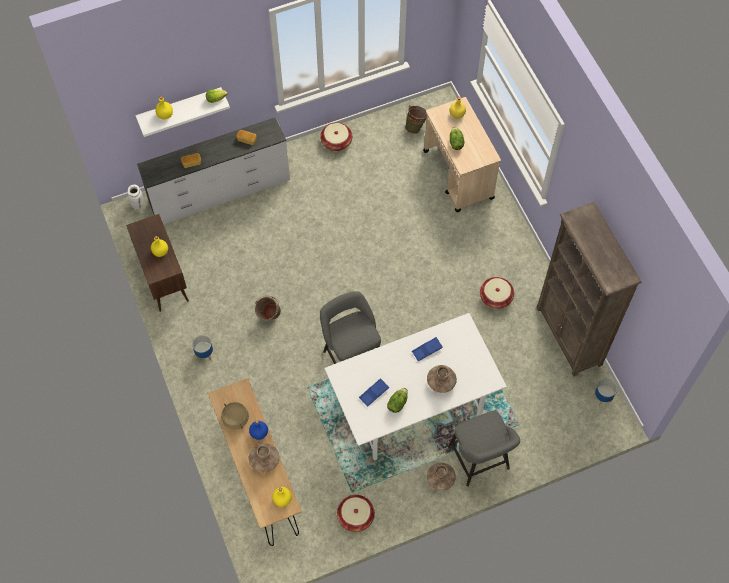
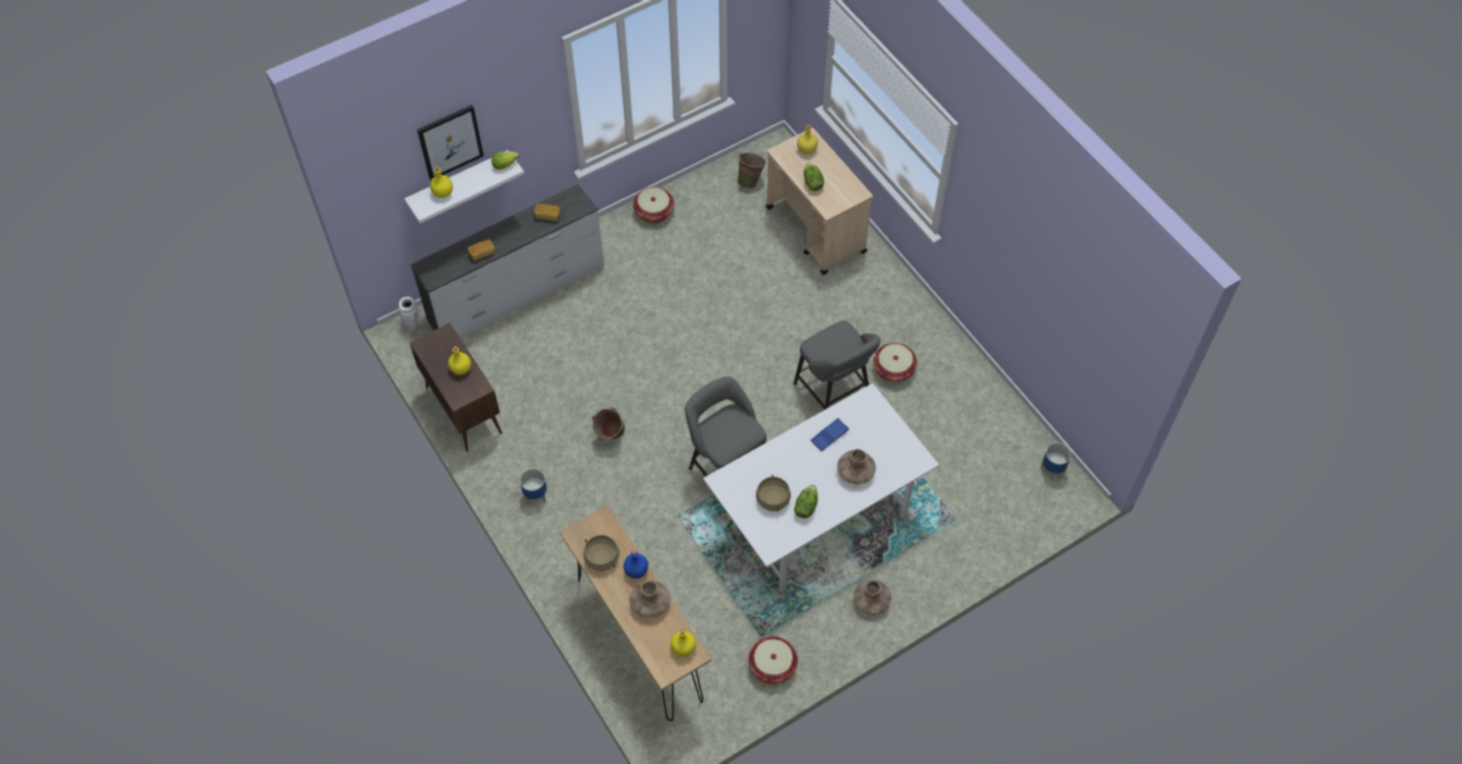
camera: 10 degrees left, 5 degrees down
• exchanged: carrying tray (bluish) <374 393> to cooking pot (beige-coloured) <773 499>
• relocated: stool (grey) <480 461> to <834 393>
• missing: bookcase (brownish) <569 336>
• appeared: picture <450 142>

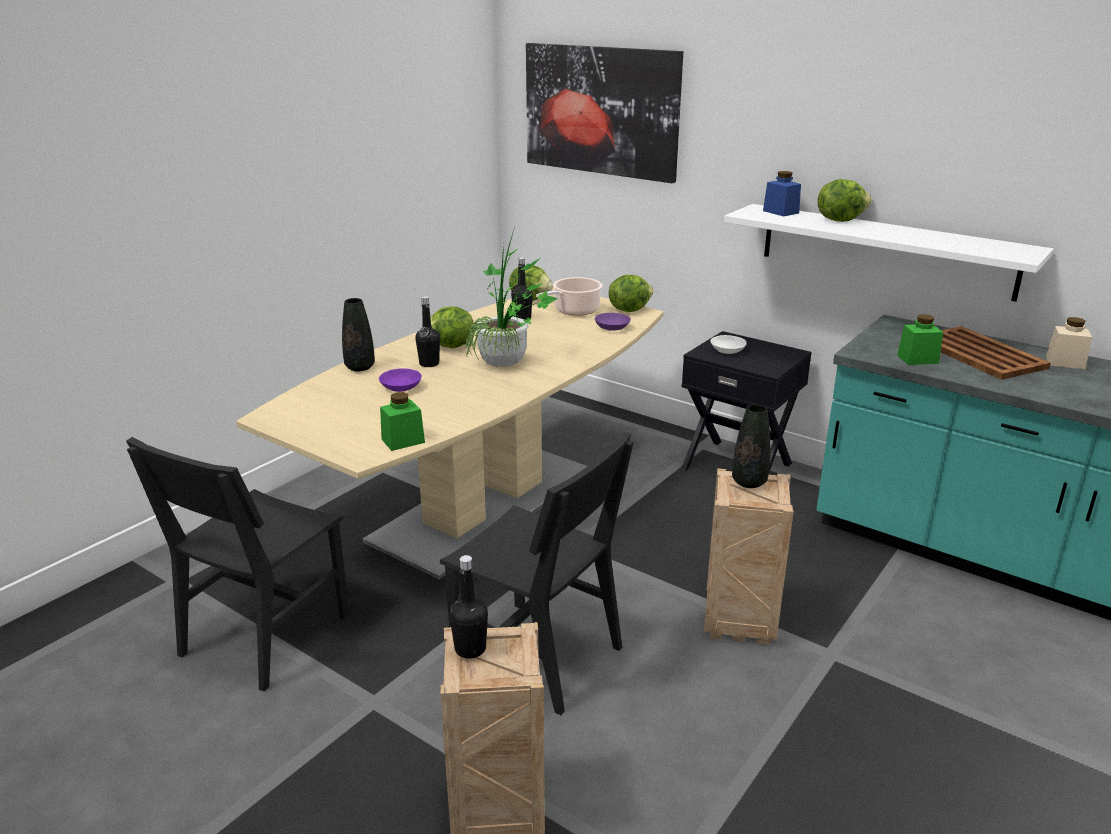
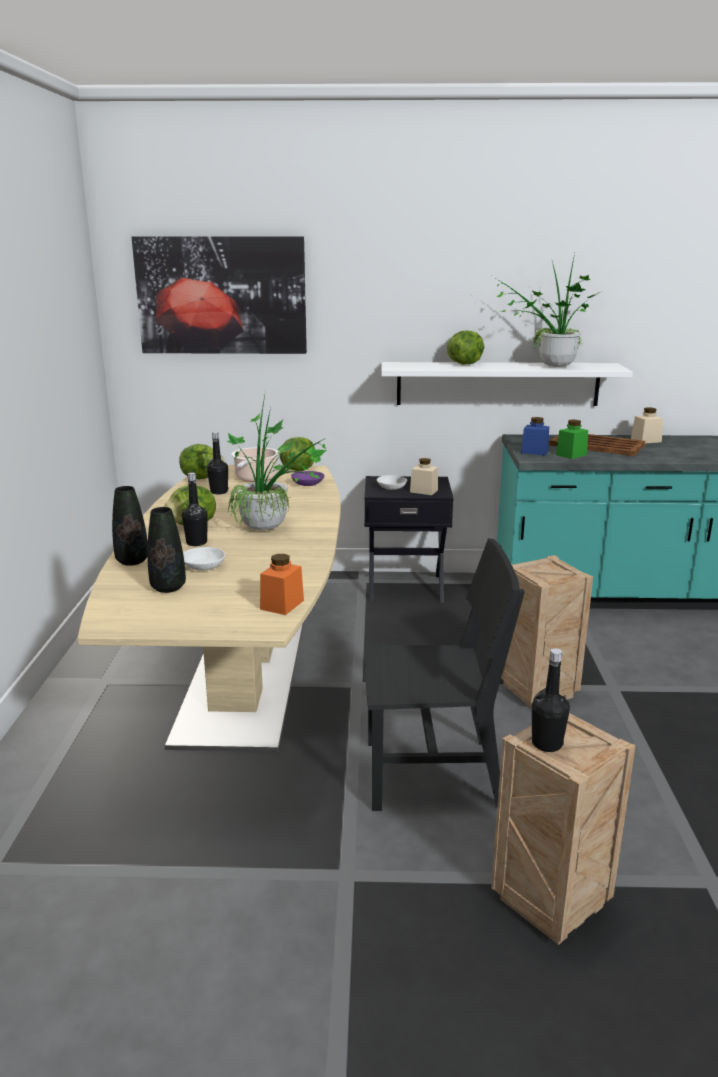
camera: 35 degrees left, 5 degrees down
• missing: upright chair (black-coloured) <265 634>
• colour: bowl (purple) <400 387> to bowl (white-coloured) <202 567>
• colour: storage jar (greenish) <403 441> to storage jar (orange-coloured) <282 605>
• relocated: flower vase (black-coloured) <749 482> to <168 588>
• relocated: storage jar (bluish) <780 212> to <534 452>
• appeared: storage jar (beige-coloured) <424 491>
• appeared: plant in a pot <549 366>

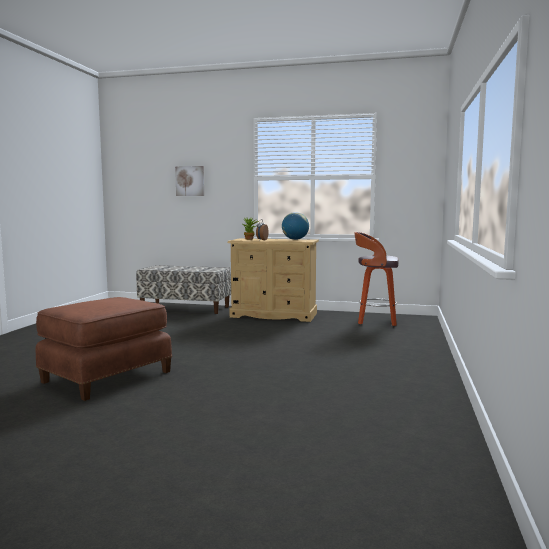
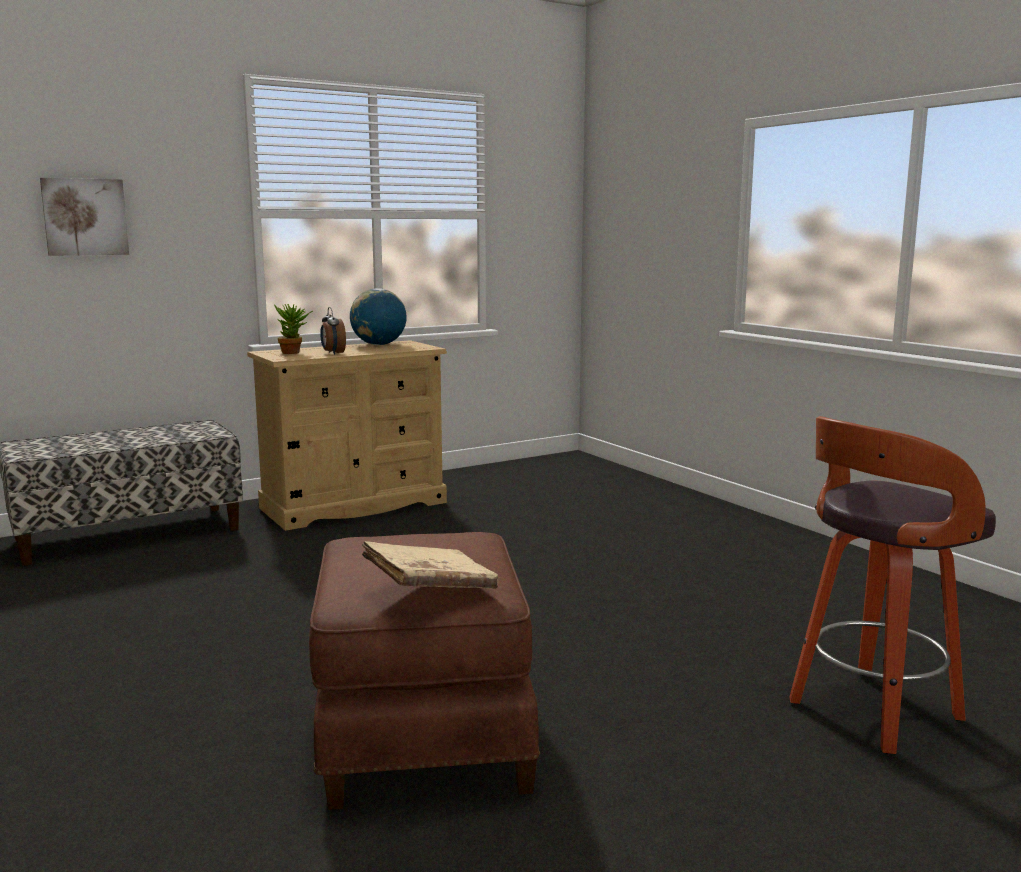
camera: 45 degrees left, 5 degrees up
• relocated: stool <375 321> to <872 712>
• appeared: bound book (beige-coloured) <430 587>

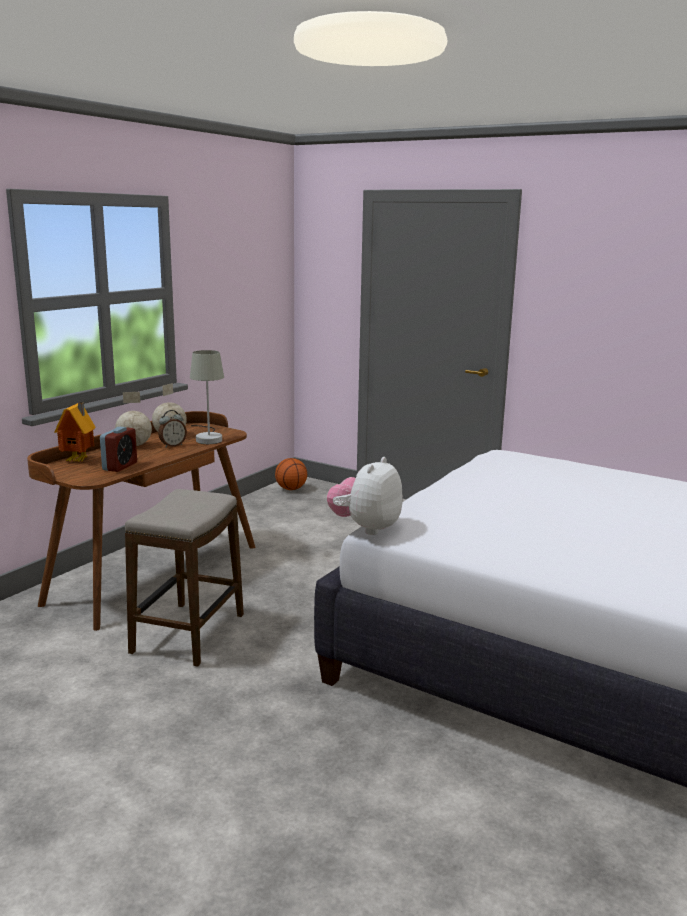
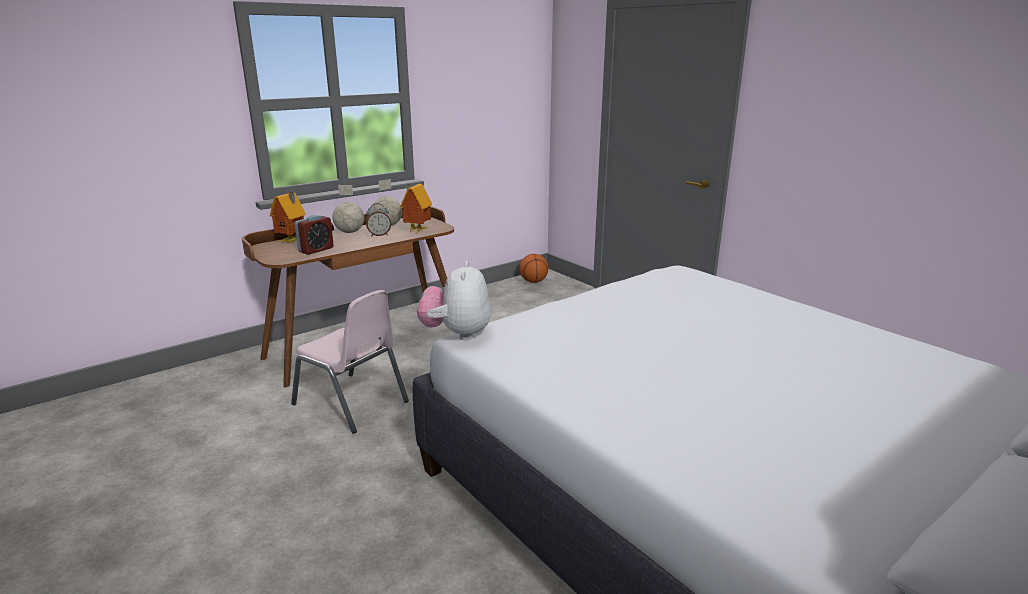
camera: 20 degrees right, 5 degrees up
• exchanged: stool <189 634> to upright chair (pinkish) <351 403>
• exchanged: lamp for a table (grey) <208 438> to miniature house <416 231>
• spun: soft toy <366 528> = <456 334> 45 degrees counterclockwise

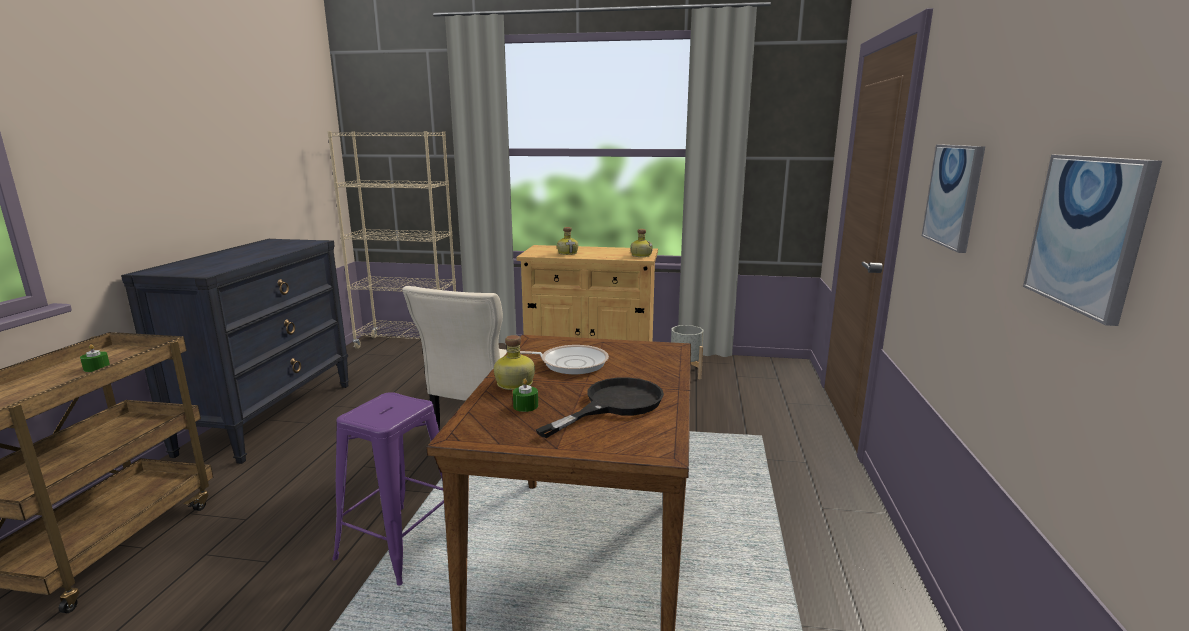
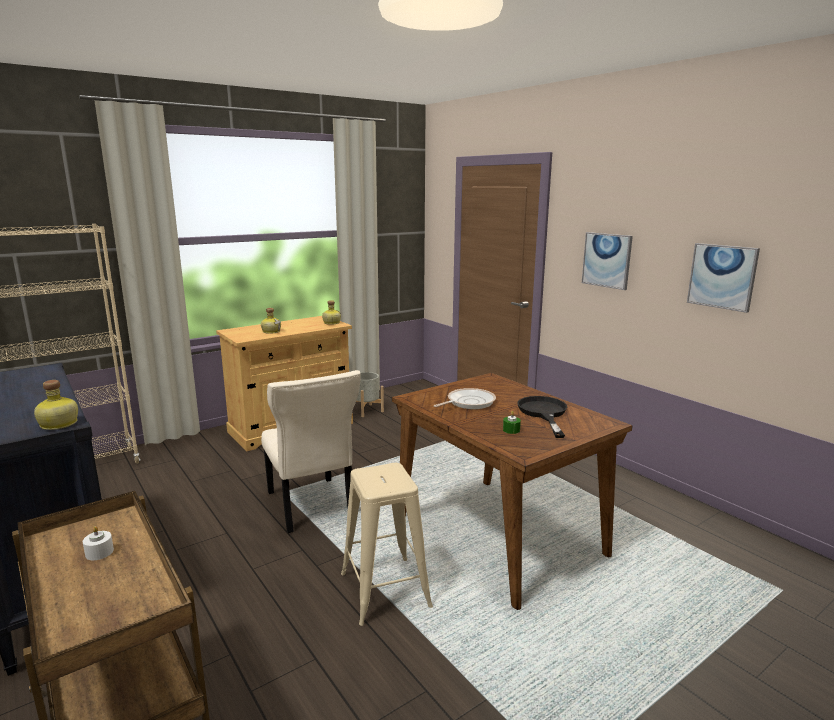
camera: 45 degrees left, 0 degrees up
• colour: candle (greenish) <97 368> to candle (white-coloured) <99 552>
• colour: stool (purple) <400 543> to stool (beige-coloured) <385 590>
• relocated: beverage bottle <513 384> to <58 424>

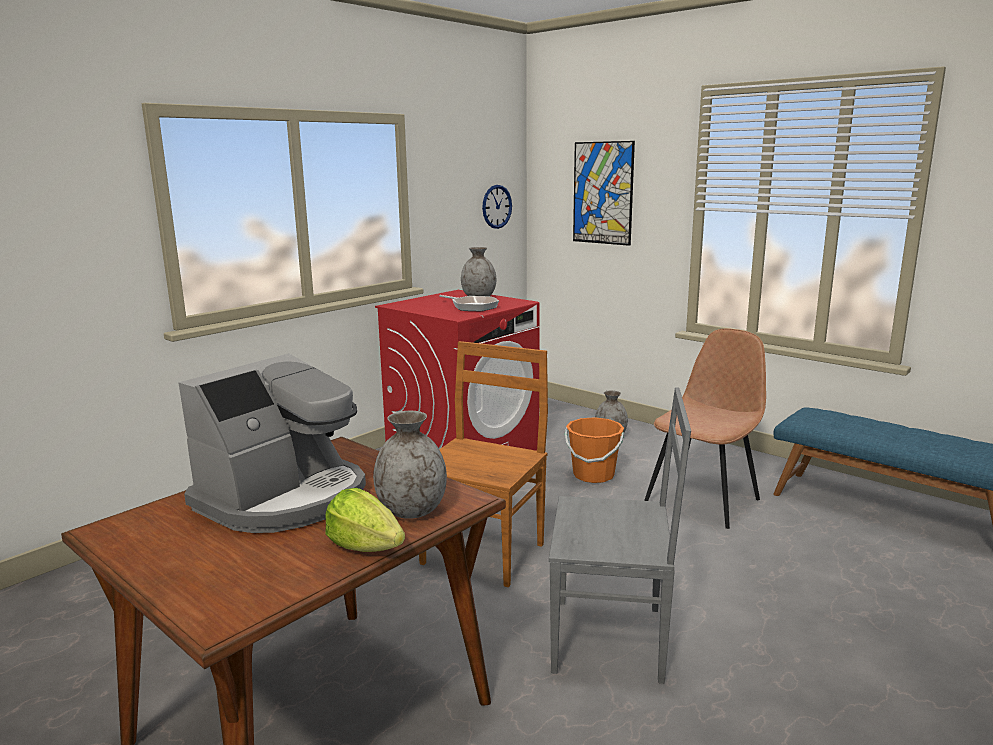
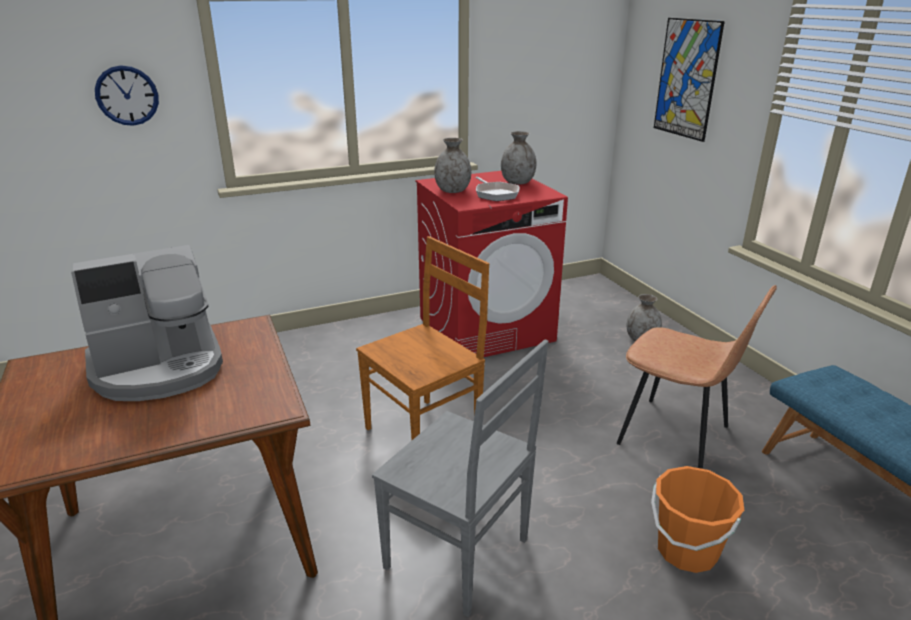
camera: 25 degrees right, 10 degrees up
• missing: head of lettuce <365 546>
• relocated: flower vase (grey) <411 511> to <452 191>
• relocated: clock on the wall <496 206> to <127 95>
• relocated: pail (orange-coloured) <593 475> to <686 551>
• spun: upright chair (brownish) <703 500> = <676 436> 60 degrees clockwise

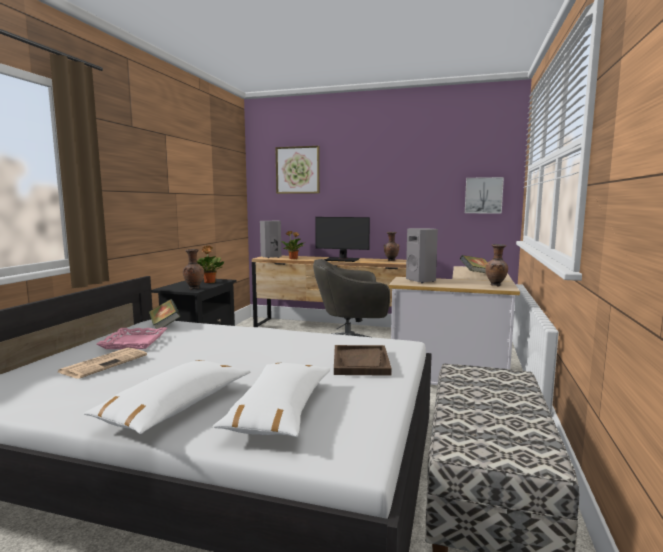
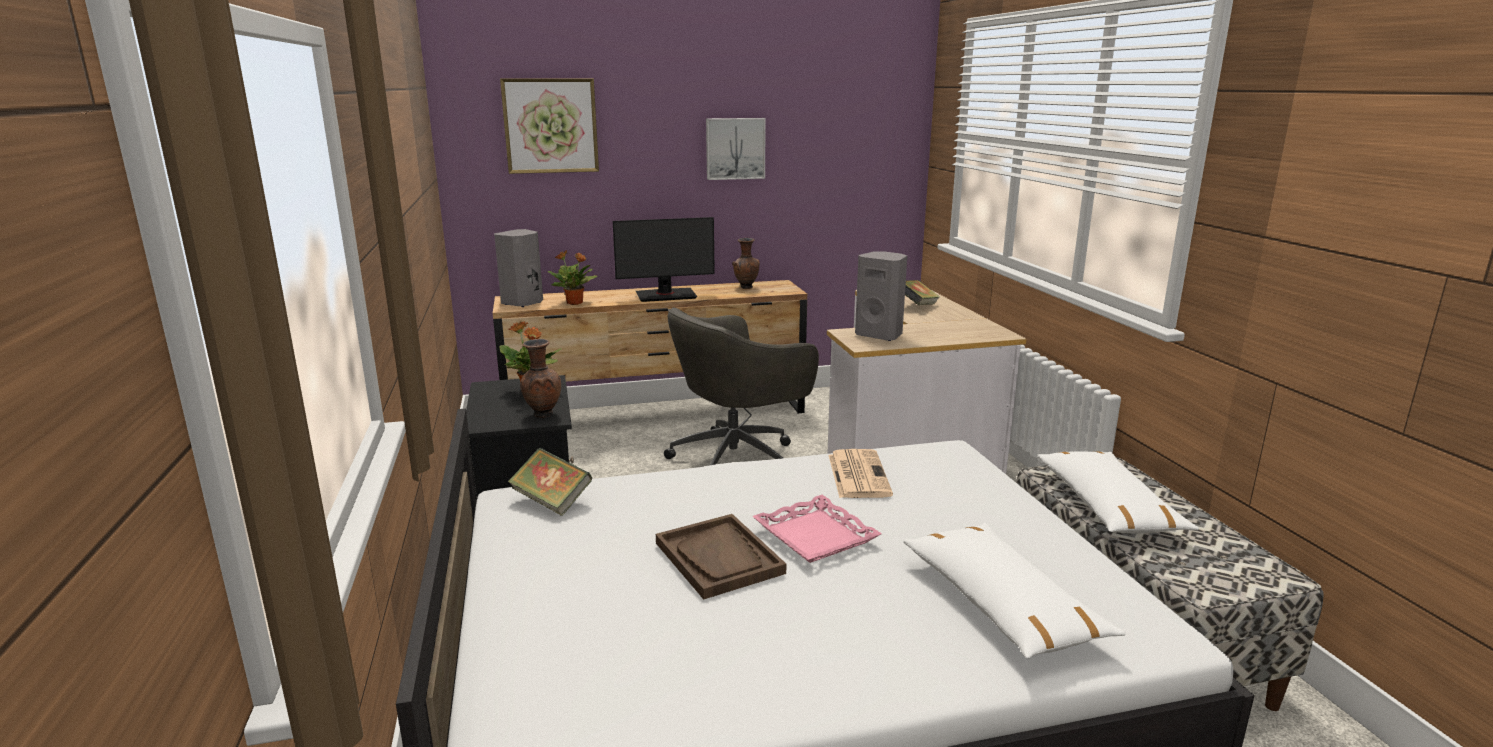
camera: 30 degrees left, 10 degrees up
• relocated: newspaper <104 363> to <857 474>
• relocated: throw pillow (white-coloured) <176 407> to <1107 506>
• relocated: carrying tray (pinkish) <133 342> to <814 536>
• relocated: carrying tray (brownish) <361 362> to <719 558>
• relocated: picture <483 195> to <735 148>
• missing: flower vase (brownish) <496 285>

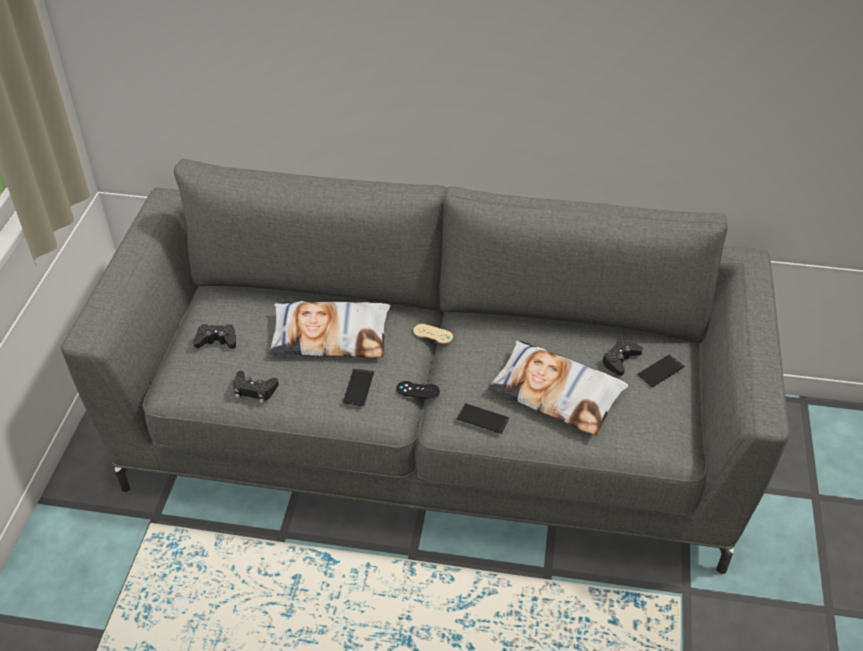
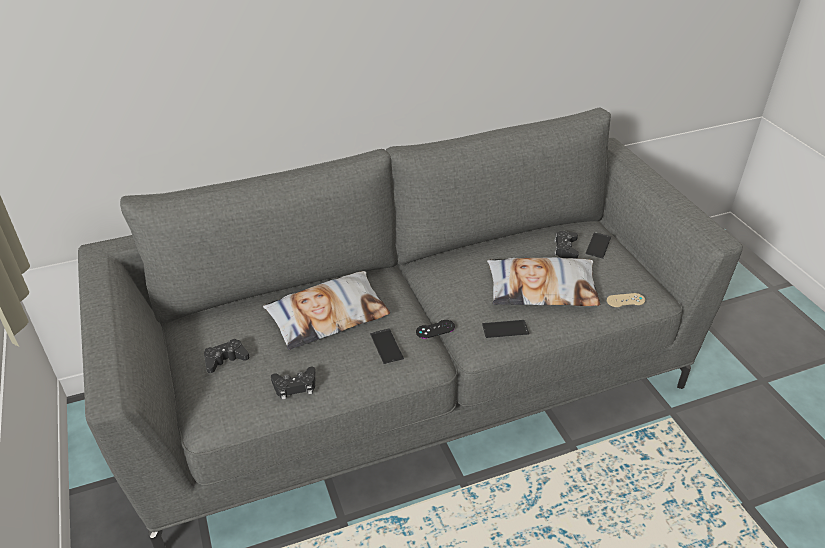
camera: 30 degrees left, 5 degrees down
• relocated: joypad (beige-coloured) <433 334> to <625 300>

